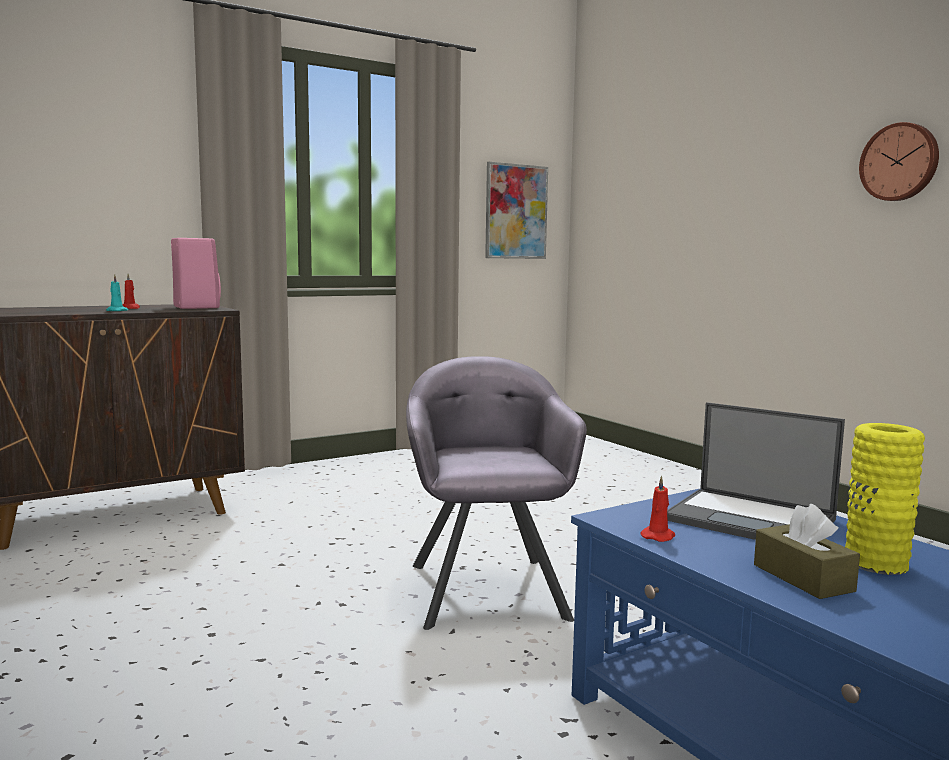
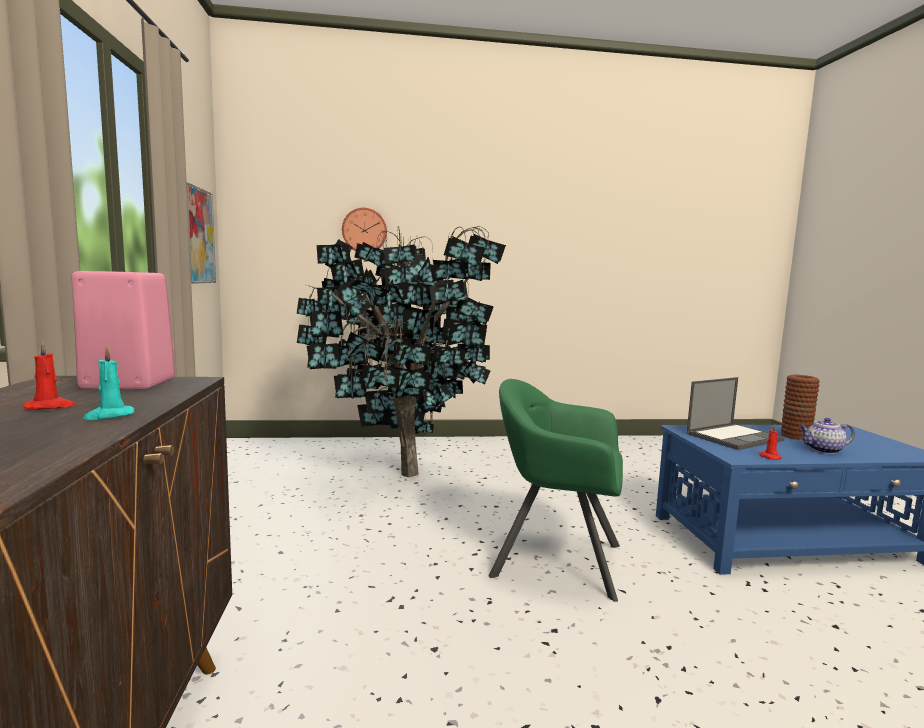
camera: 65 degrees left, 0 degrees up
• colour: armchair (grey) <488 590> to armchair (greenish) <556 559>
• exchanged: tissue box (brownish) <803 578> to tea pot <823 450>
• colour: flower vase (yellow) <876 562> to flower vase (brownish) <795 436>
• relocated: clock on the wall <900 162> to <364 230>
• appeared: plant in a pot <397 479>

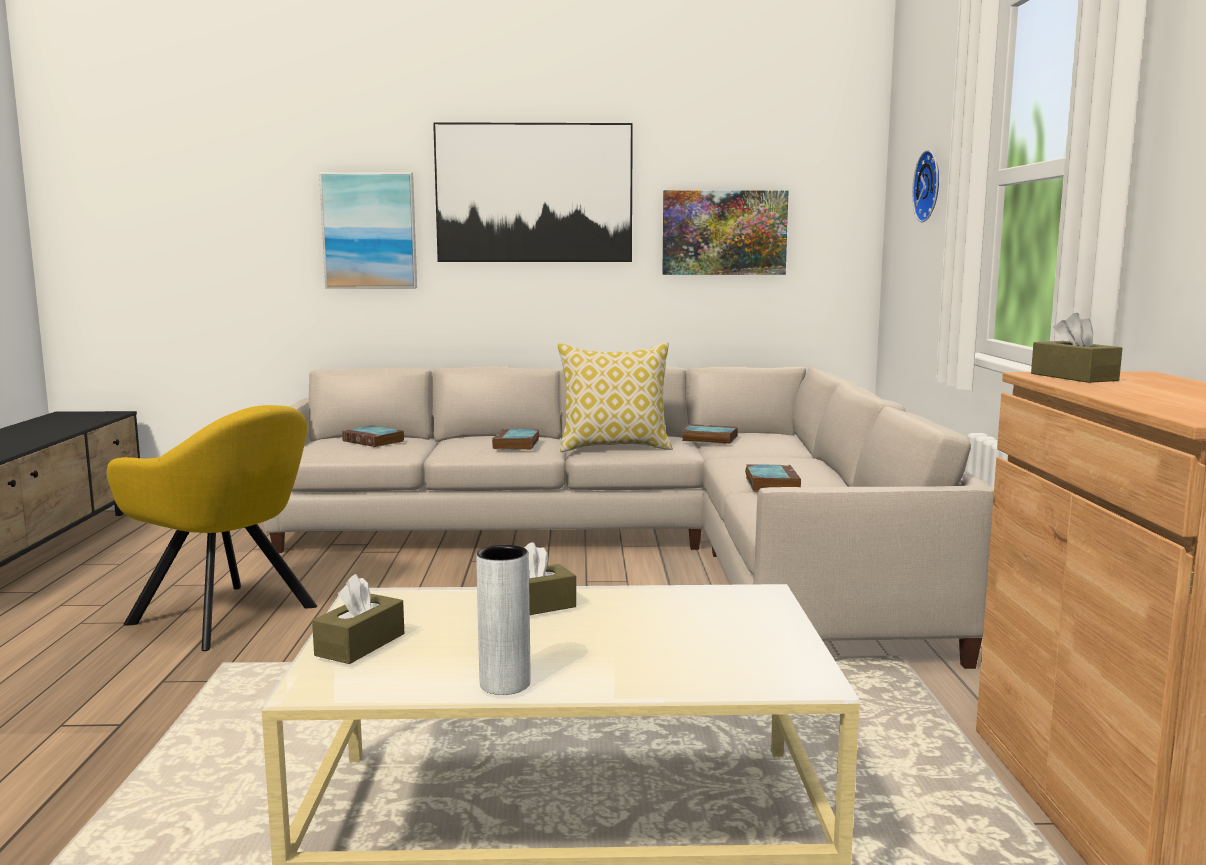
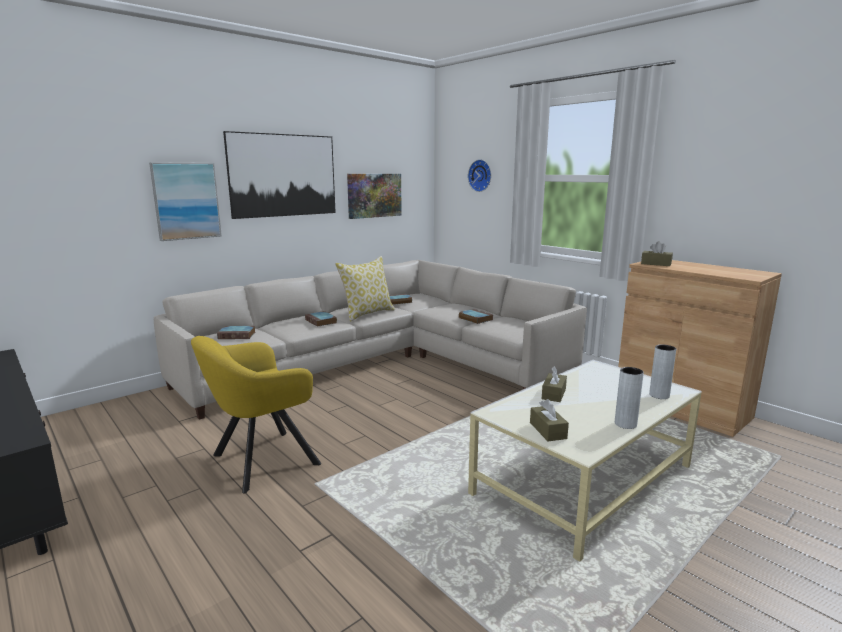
camera: 40 degrees left, 5 degrees up
• spun: armchair (yellow) <229 617> = <259 461> 150 degrees clockwise
• appeared: flower vase (grey) <659 395>

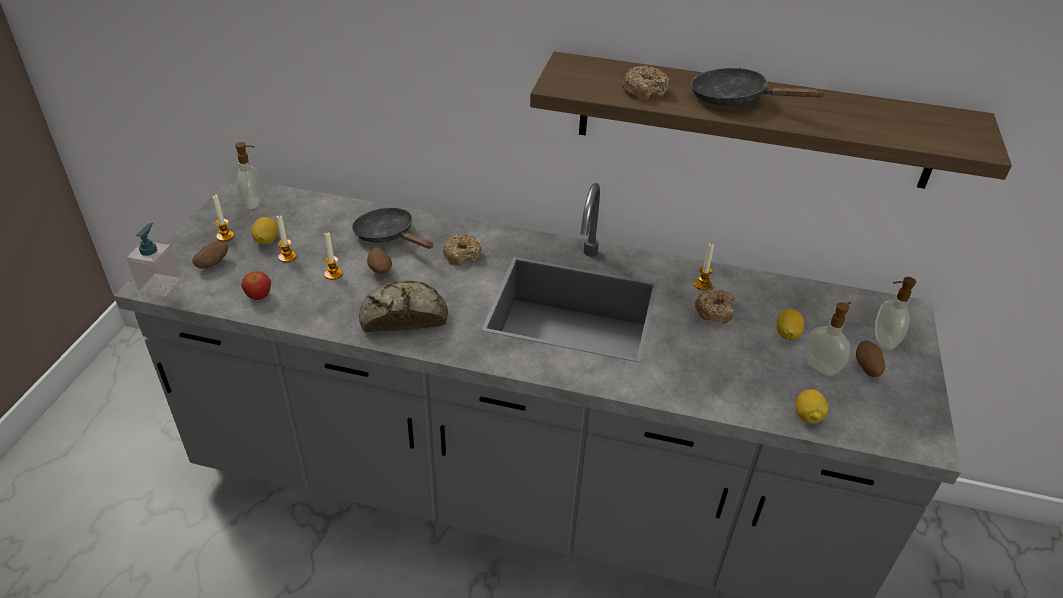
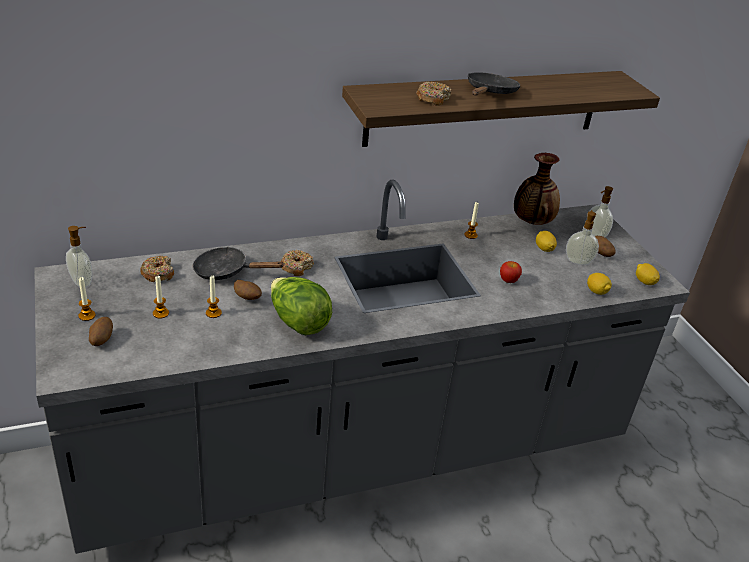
camera: 35 degrees left, 5 degrees down
• missing: soap bottle <160 284>
• relocated: whole apple <259 296> to <508 280>
• relocated: citrus fruit <266 240> to <644 282>
• exchanged: baked bread <403 315> to head of lettuce <298 322>
• spun: pan (black-coloured) <735 99> = <490 92> 120 degrees clockwise
• relocated: ring doughnut <714 311> to <158 273>
• appeared: flower vase <531 222>

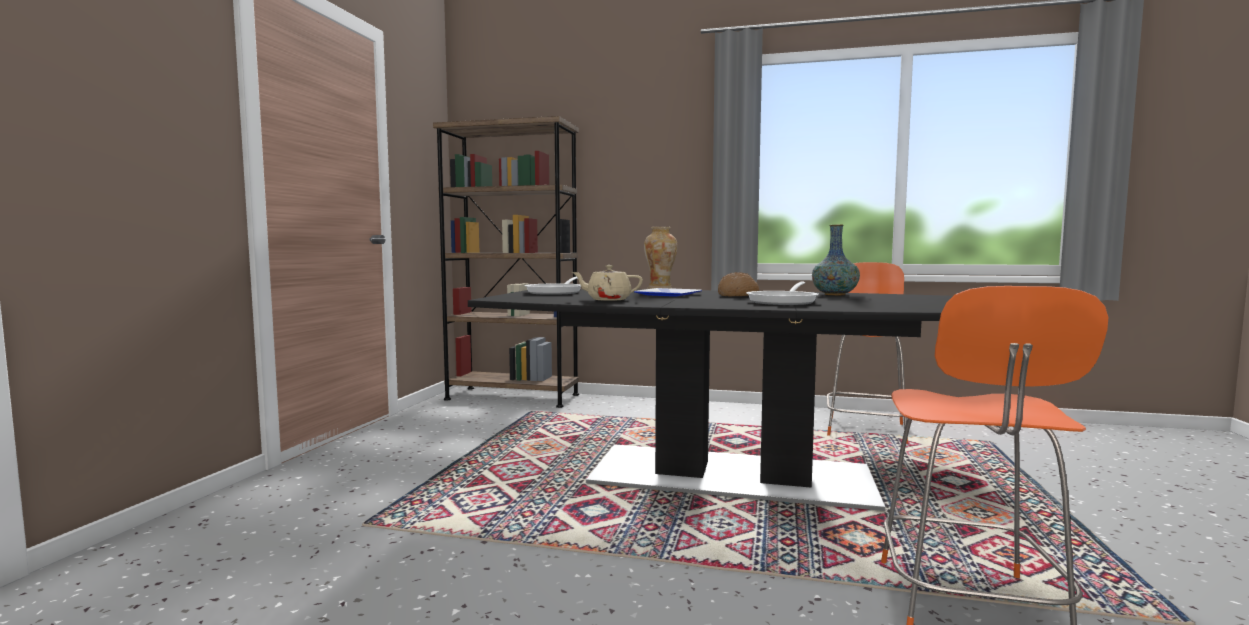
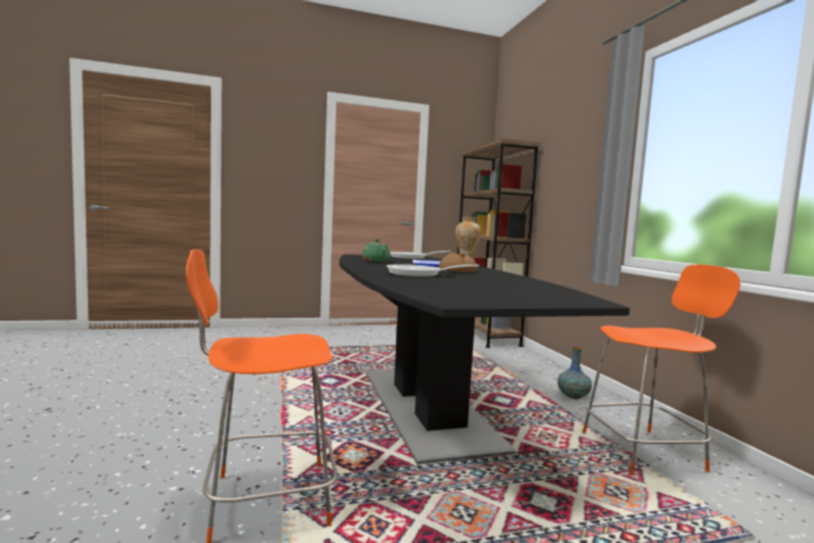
camera: 60 degrees right, 0 degrees up
• colour: tea pot (beige-coloured) <608 299> to tea pot (greenish) <375 261>
• relocated: flower vase <834 294> to <573 396>

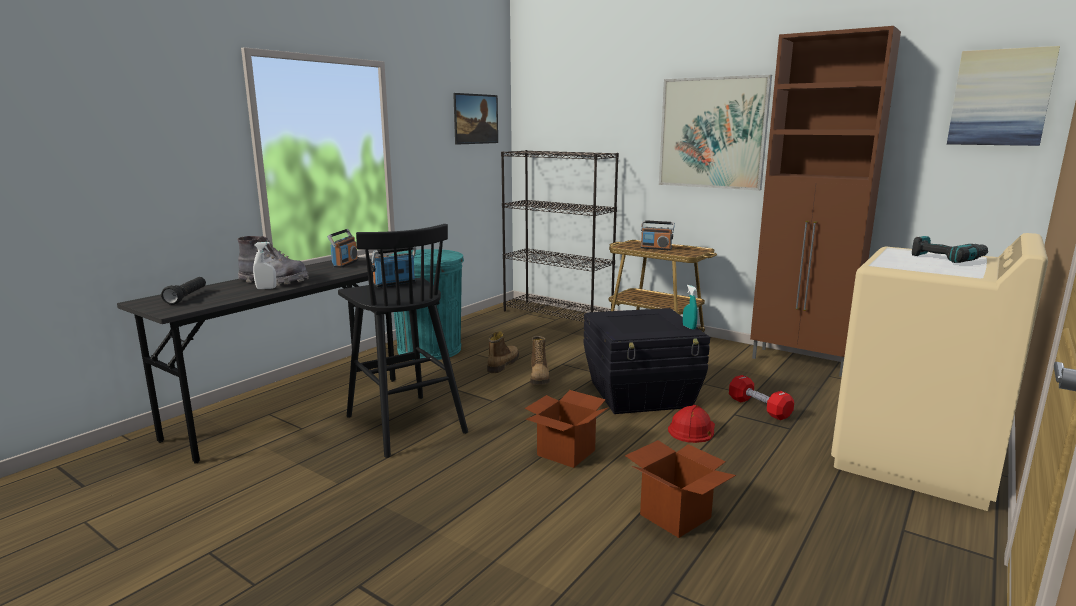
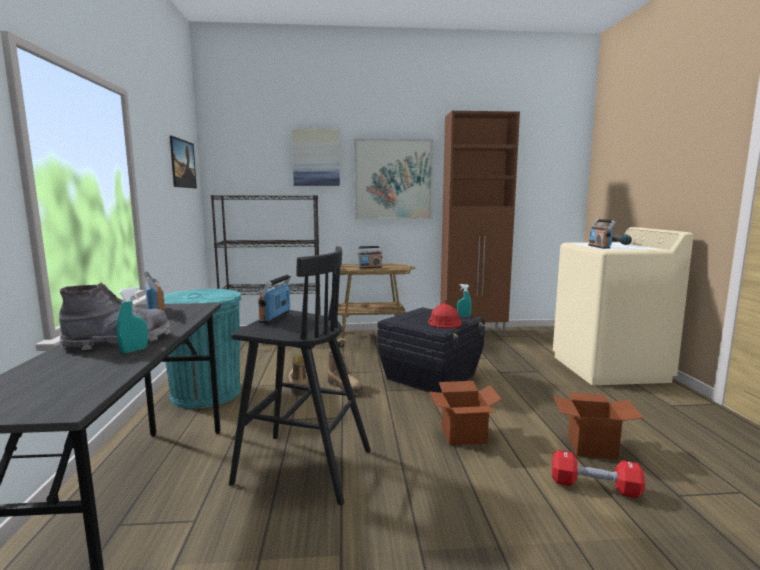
camera: 40 degrees left, 5 degrees down
• missing: torch (black-coloured) <187 297>
• colour: sprayer (white-coloured) <266 288> to sprayer (turquoise-coloured) <134 350>
• relocated: hard hat (reddish) <692 429> to <443 322>
• relocated: hand weight (reddish) <759 408> to <594 487>
• relocated: picture <1000 97> to <316 158>
• appeared: radio <599 247>

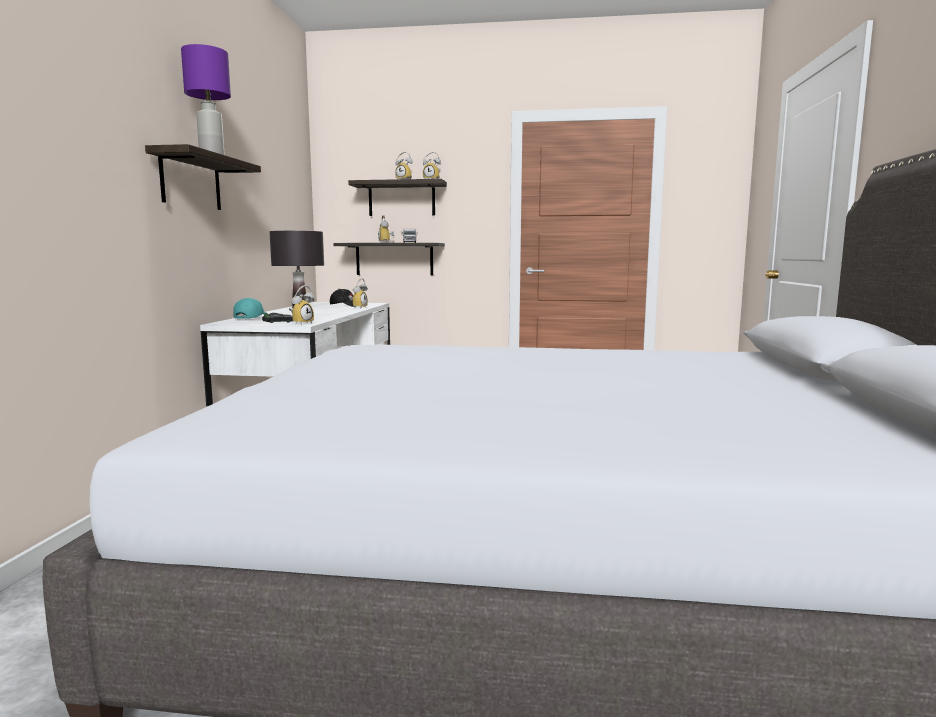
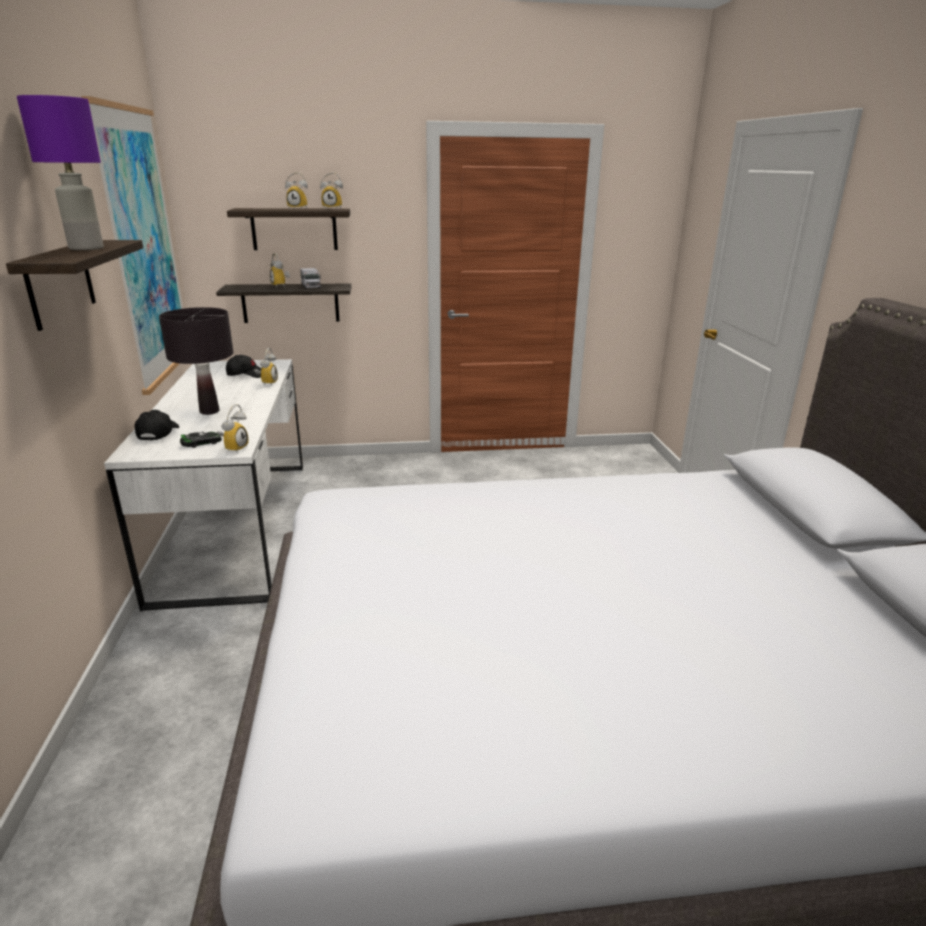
camera: 15 degrees left, 15 degrees up
• colour: cap (turquoise-coloured) <252 318> to cap (black-coloured) <158 433>
• appeared: picture <144 247>

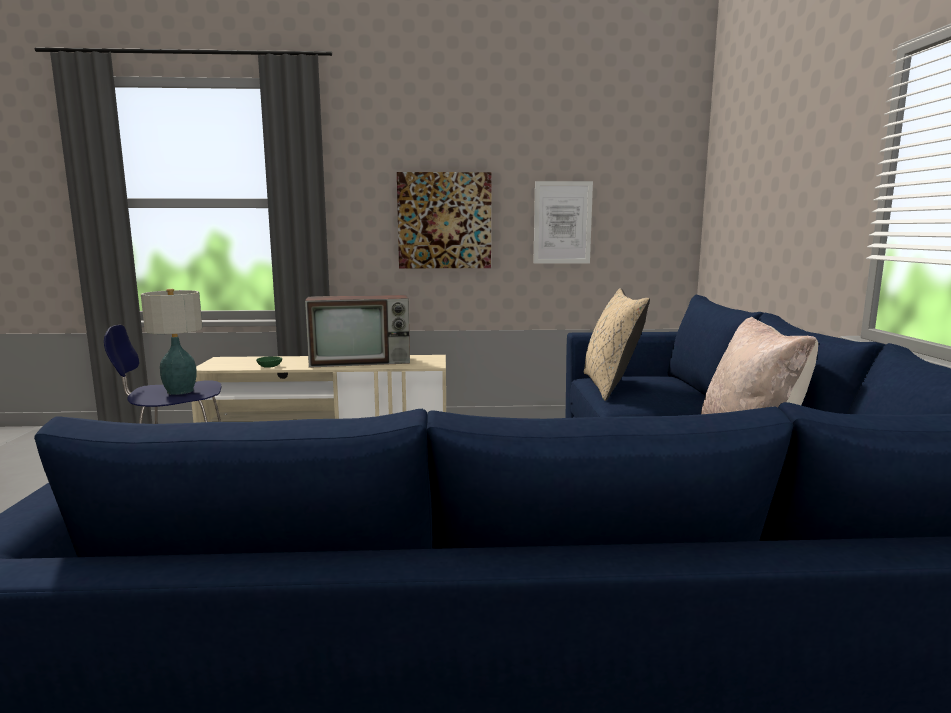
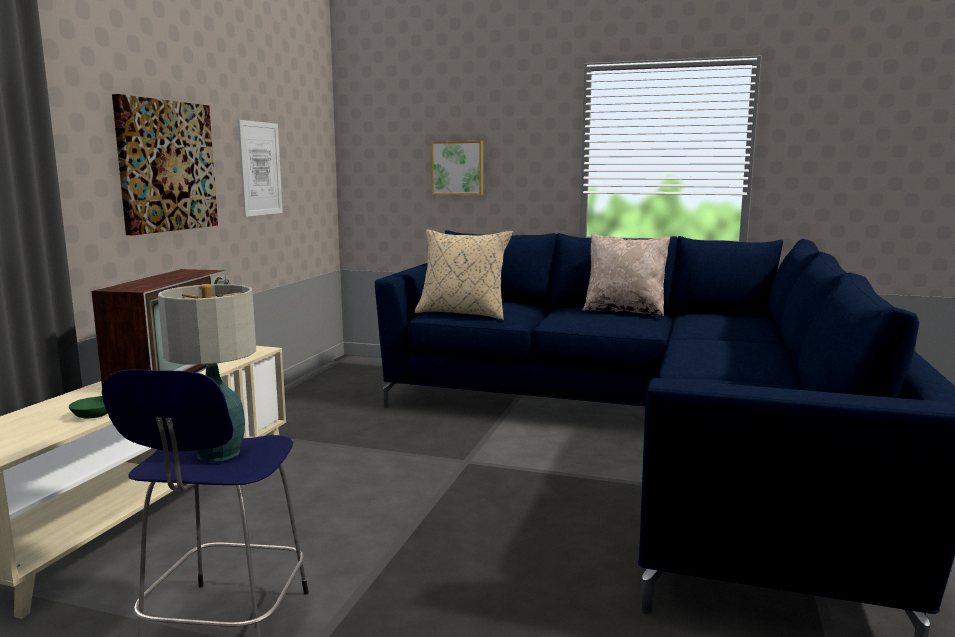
camera: 70 degrees left, 0 degrees up
• appeared: picture <458 168>

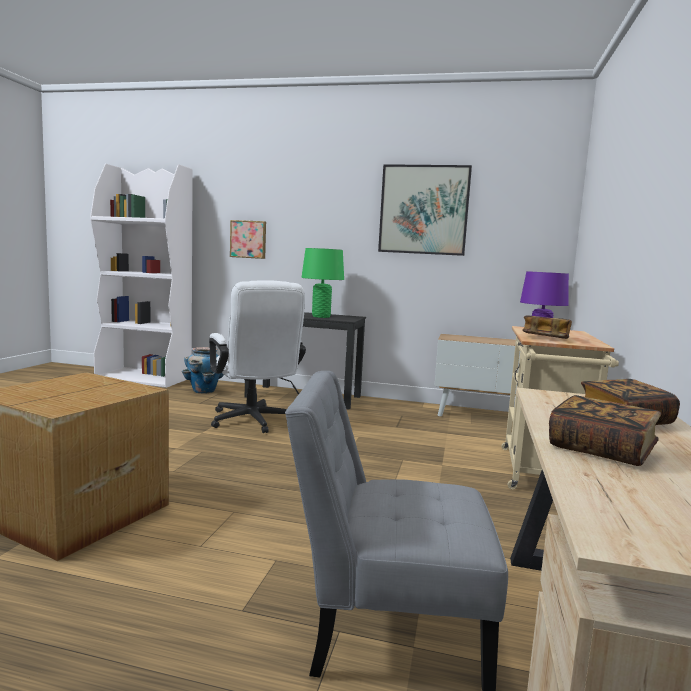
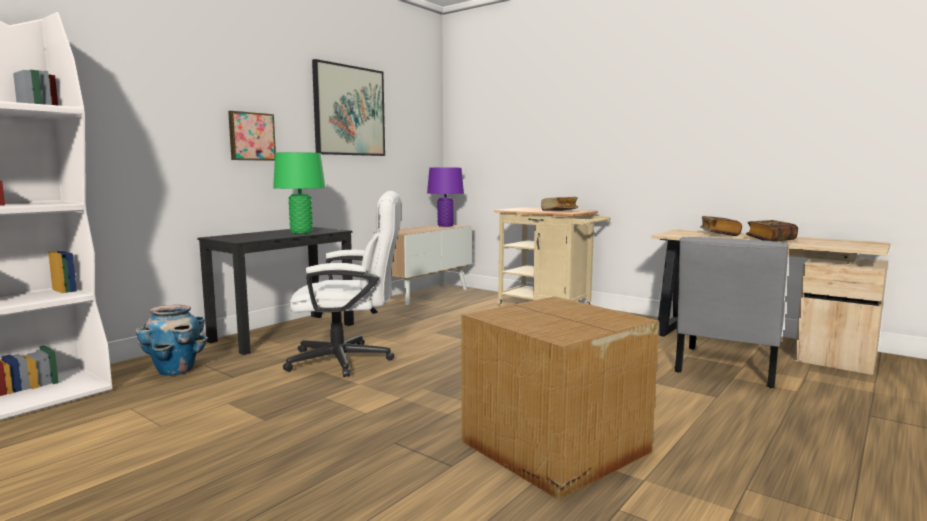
camera: 65 degrees left, 0 degrees up
• relocated: picture <248 239> to <251 136>

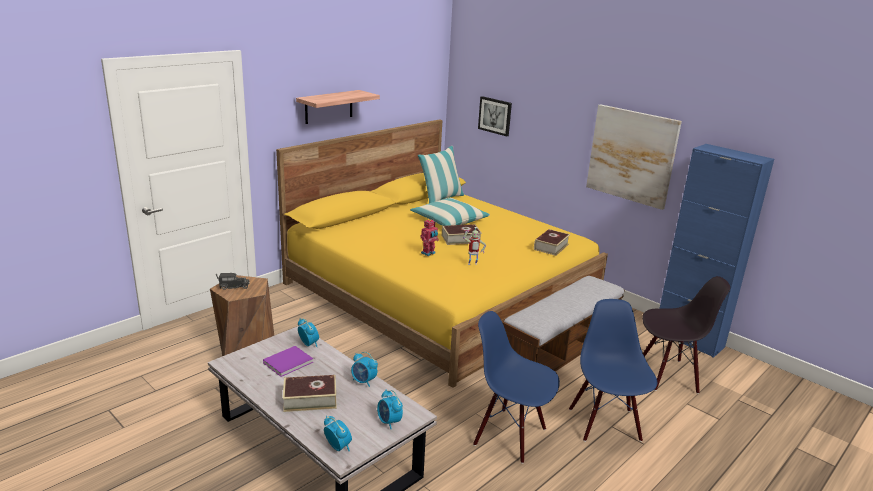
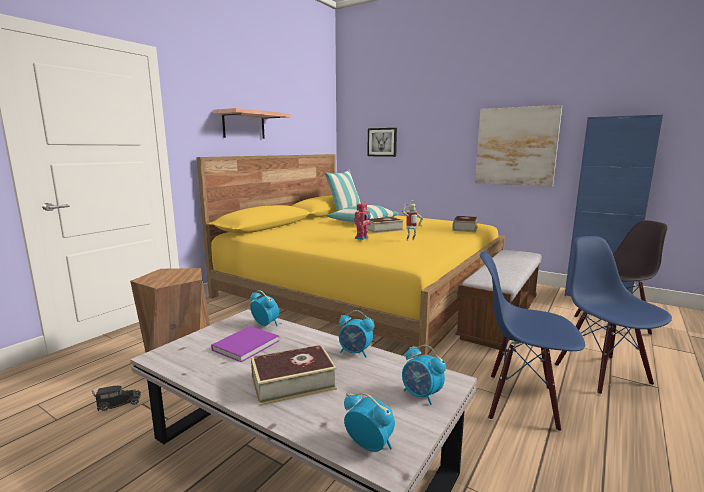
camera: 10 degrees left, 10 degrees down
• relocated: toy truck <233 286> to <117 404>

